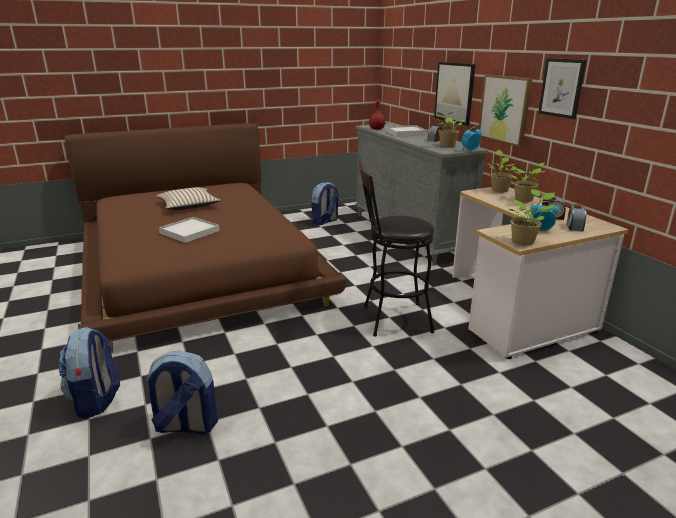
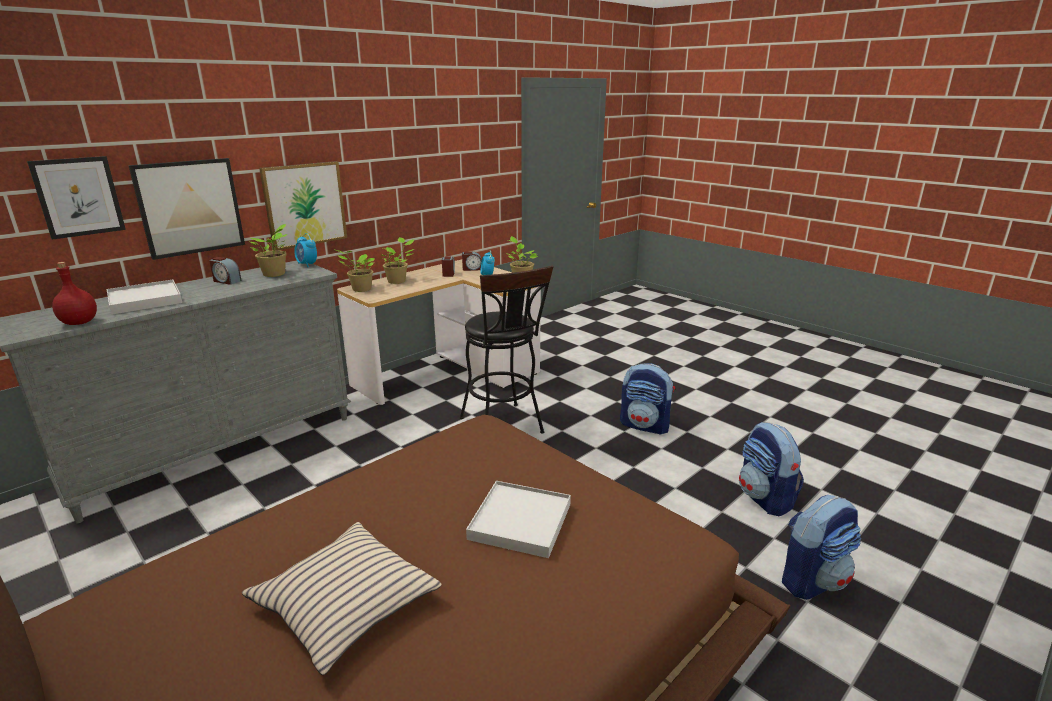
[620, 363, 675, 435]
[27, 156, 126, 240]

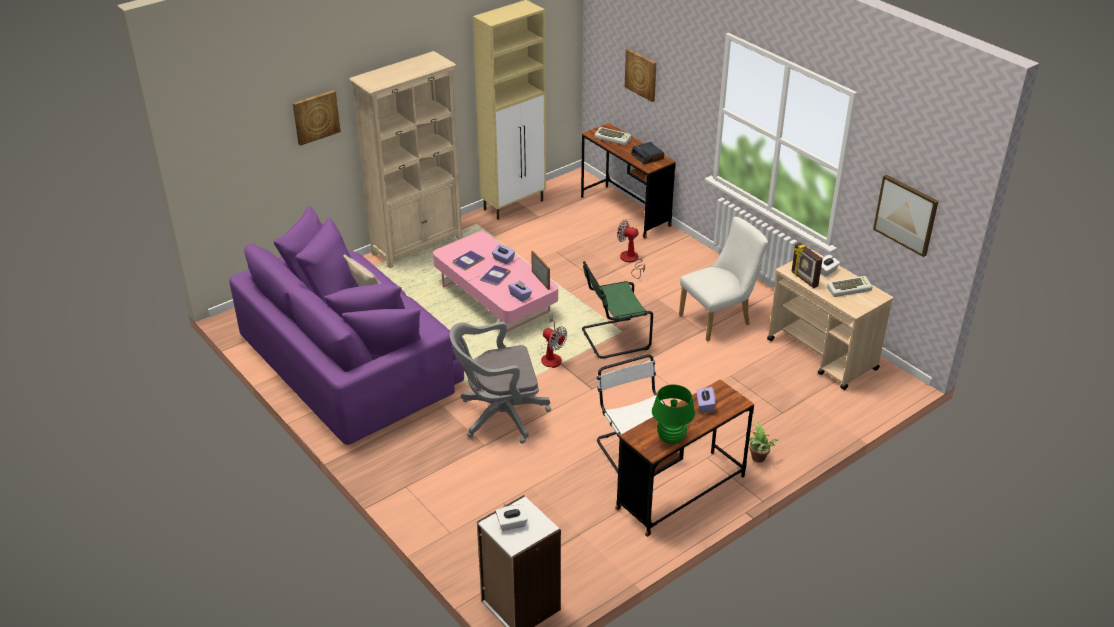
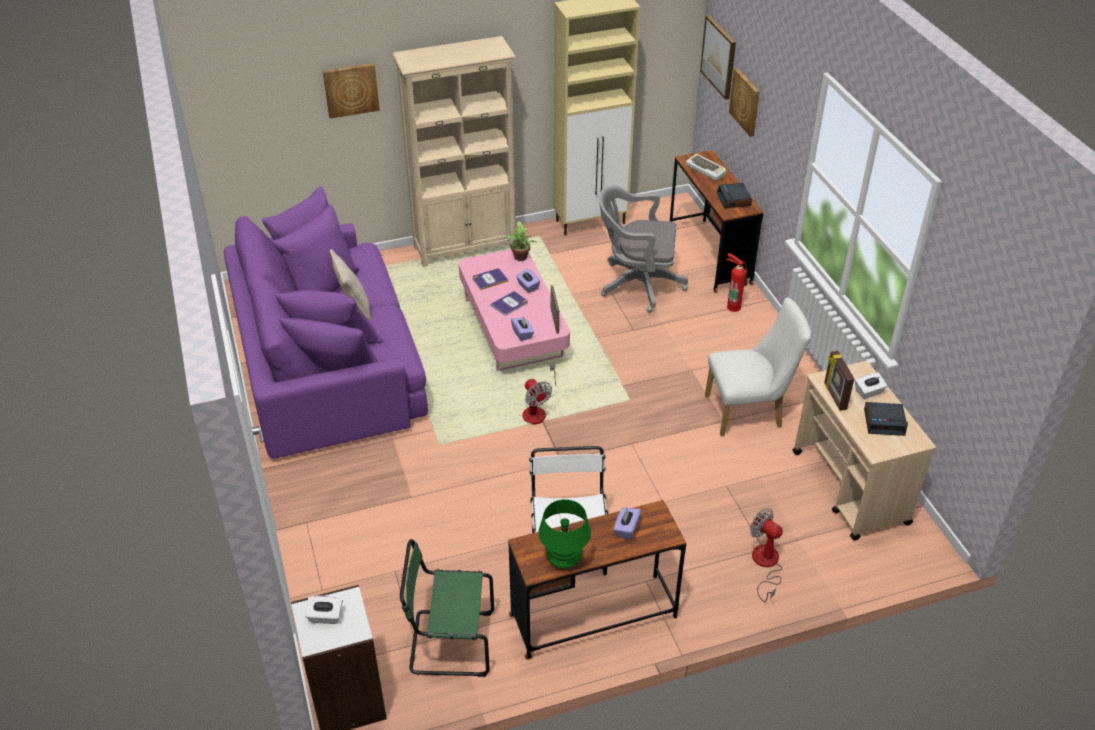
[599, 186, 688, 313]
[400, 539, 494, 677]
[750, 508, 783, 602]
[505, 221, 537, 261]
[864, 402, 908, 436]
[700, 15, 736, 100]
[726, 253, 747, 312]

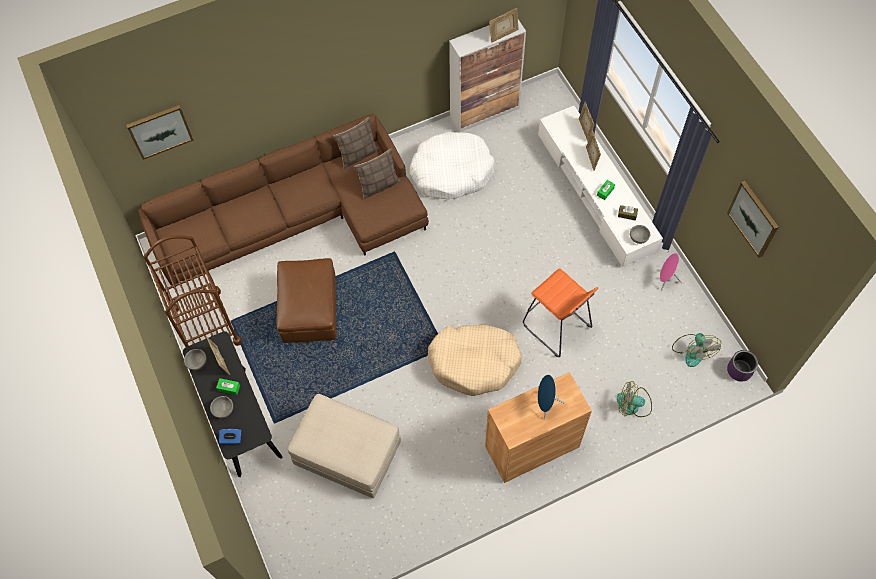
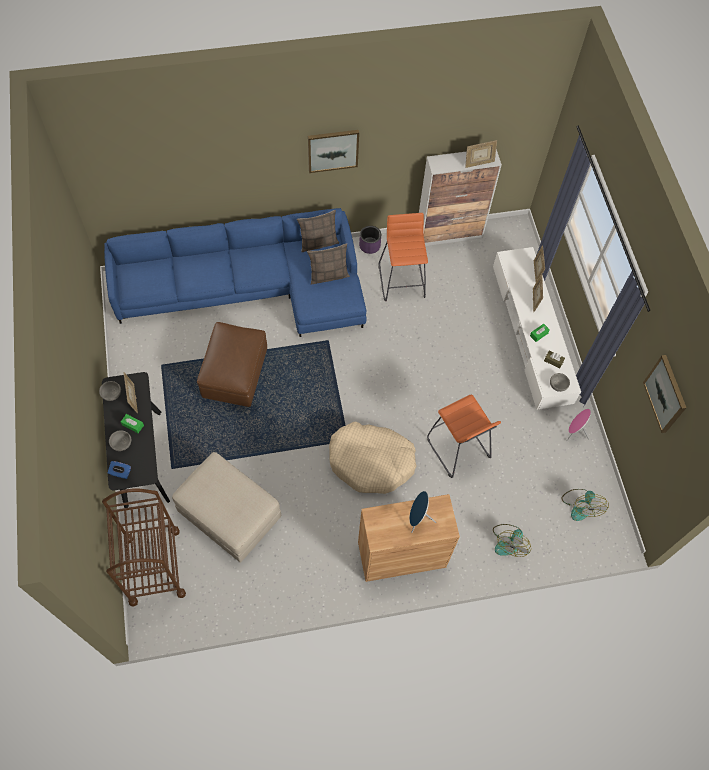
[308, 130, 359, 173]
[104, 208, 367, 337]
[102, 489, 186, 607]
[378, 213, 428, 301]
[493, 524, 531, 557]
[359, 226, 381, 254]

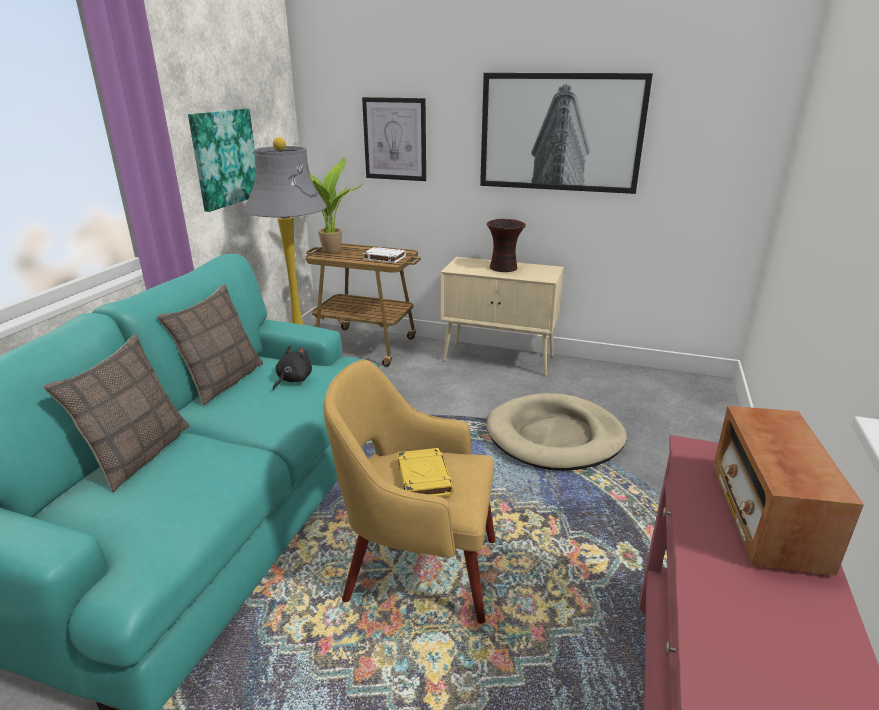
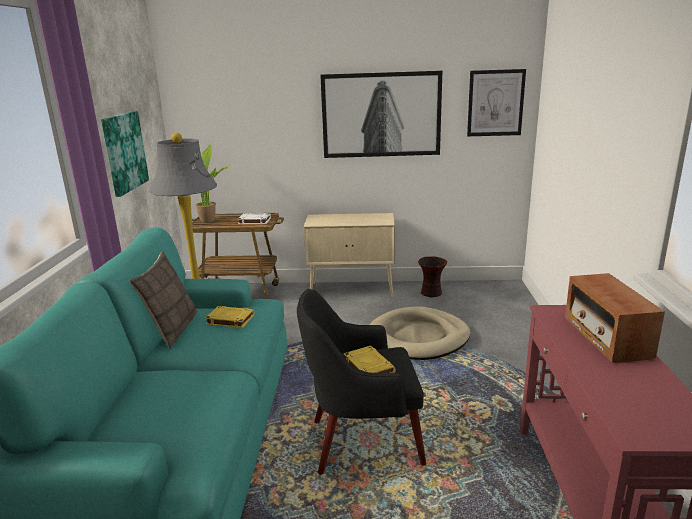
[44, 334, 189, 492] (first image)
[205, 306, 254, 328]
[297, 289, 426, 475]
[467, 69, 526, 136]
[418, 256, 447, 297]

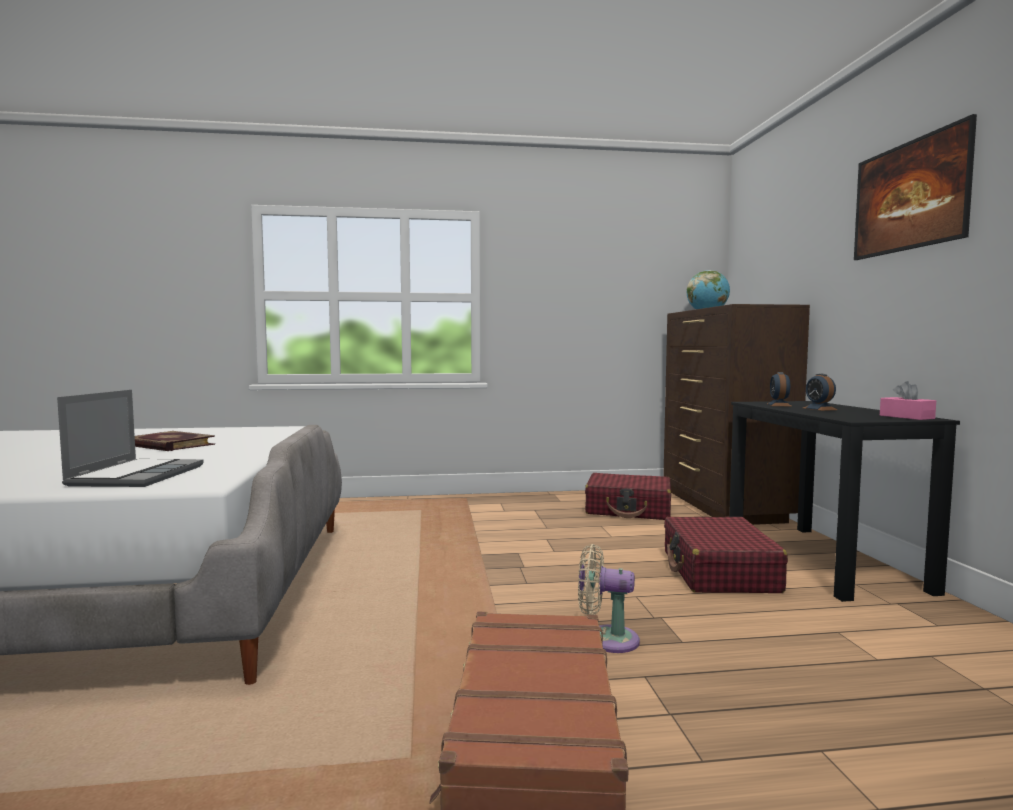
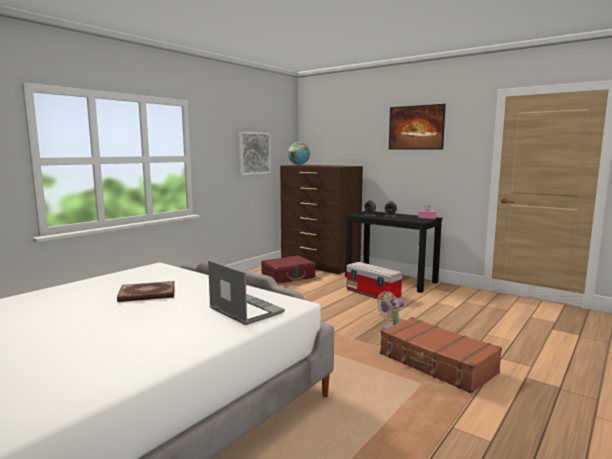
[347, 262, 403, 300]
[239, 132, 271, 175]

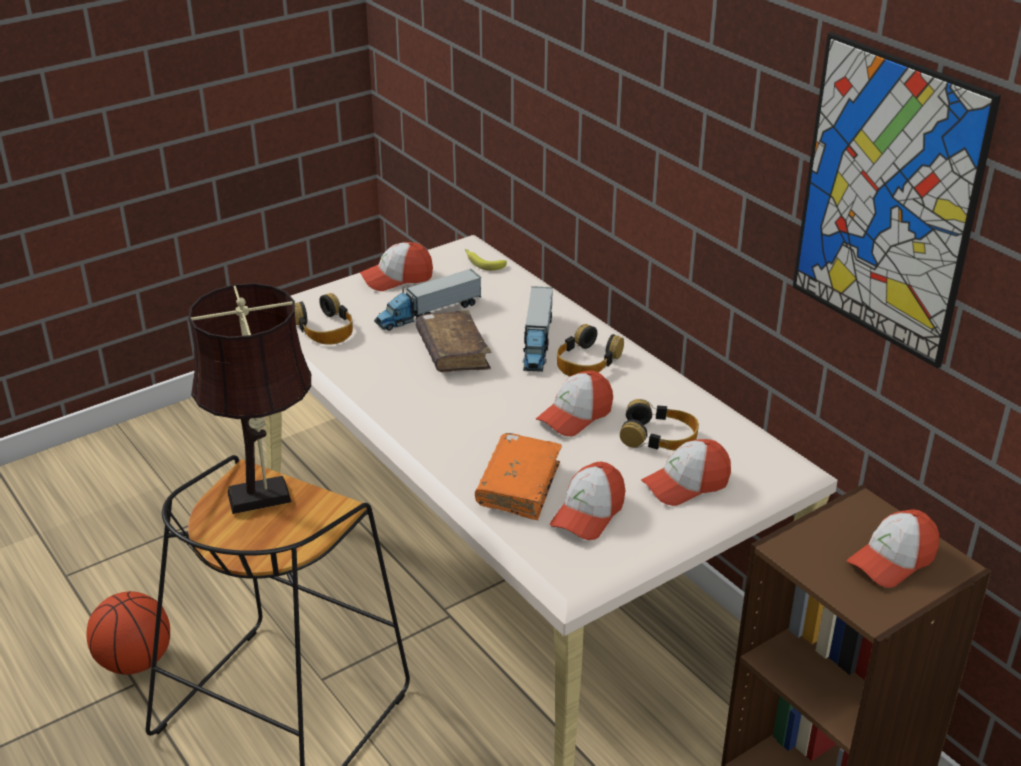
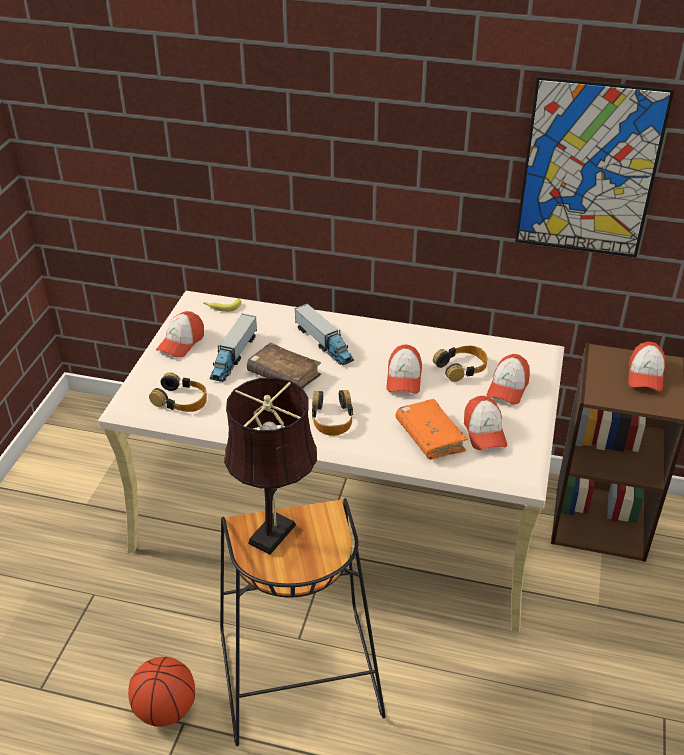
[312, 390, 354, 436]

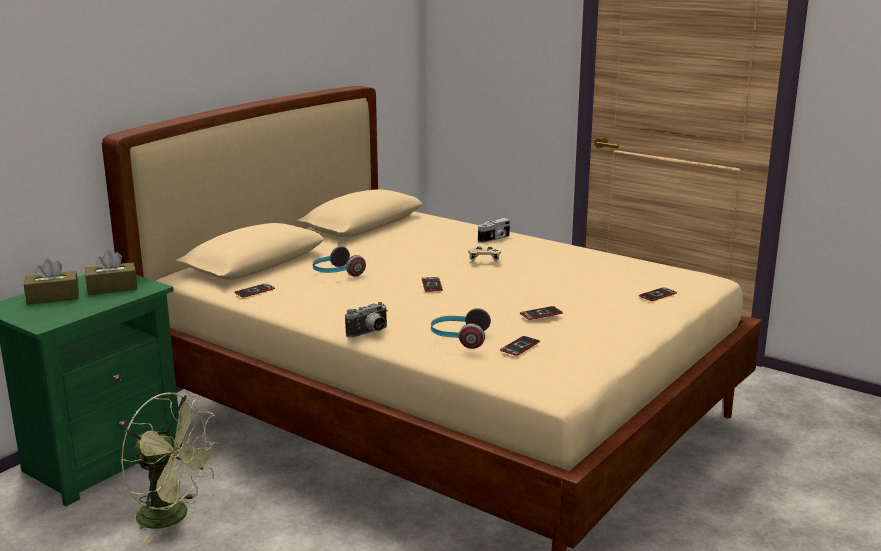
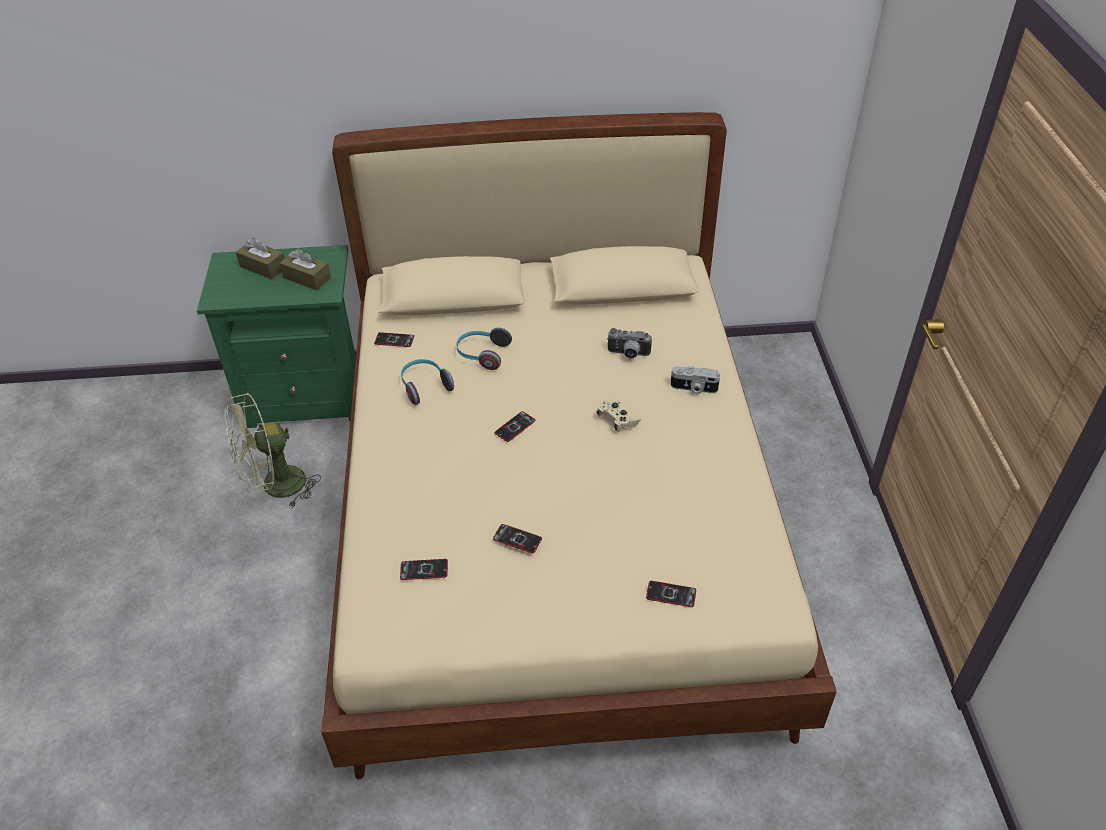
[225, 393, 321, 509]
[607, 328, 652, 359]
[401, 359, 454, 405]

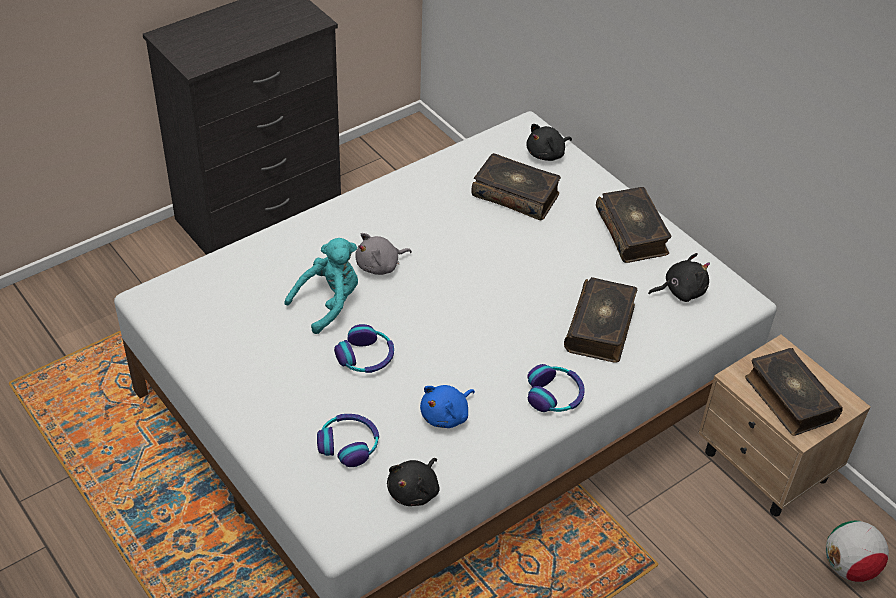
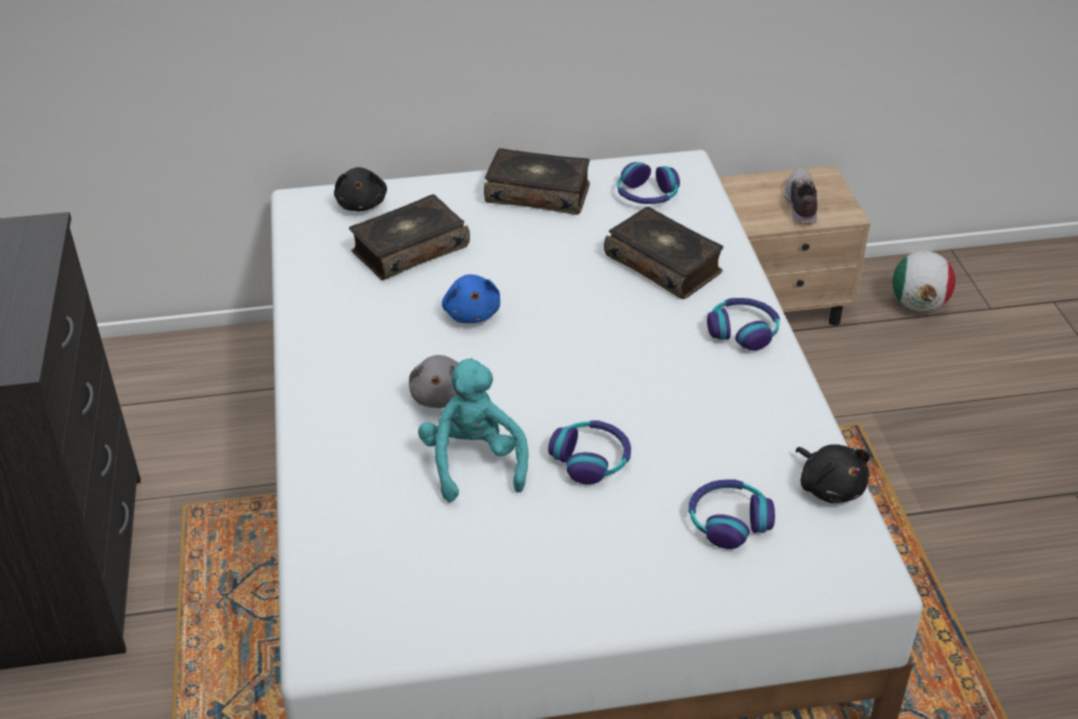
[442, 274, 500, 323]
[617, 162, 680, 204]
[784, 168, 817, 224]

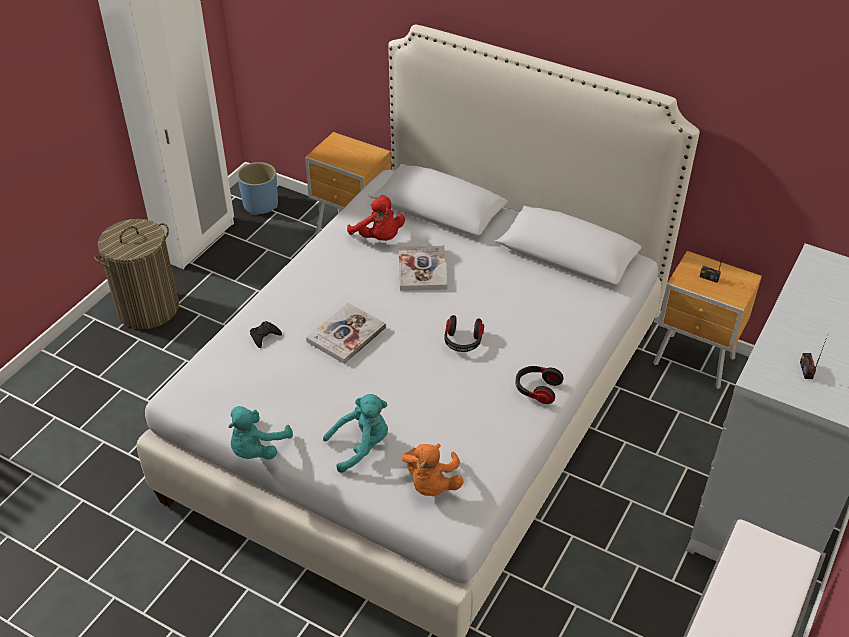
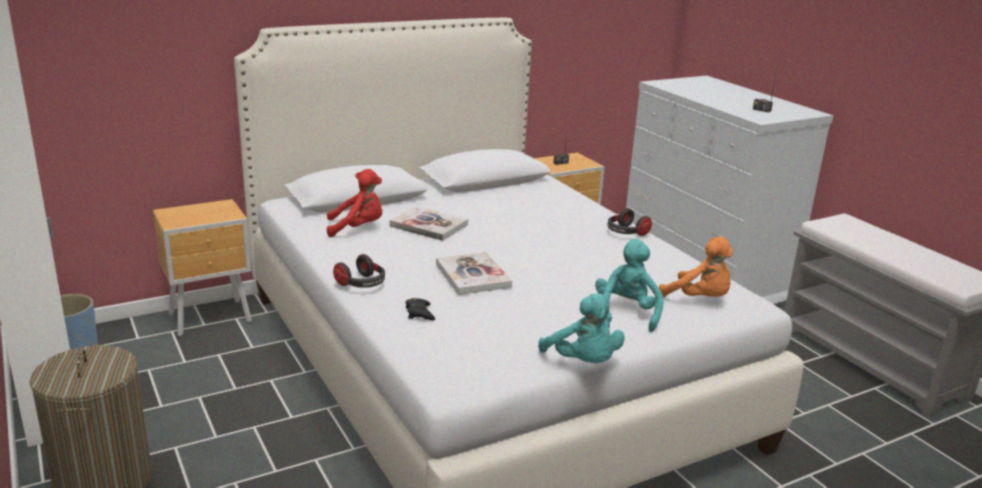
[333, 254, 385, 288]

